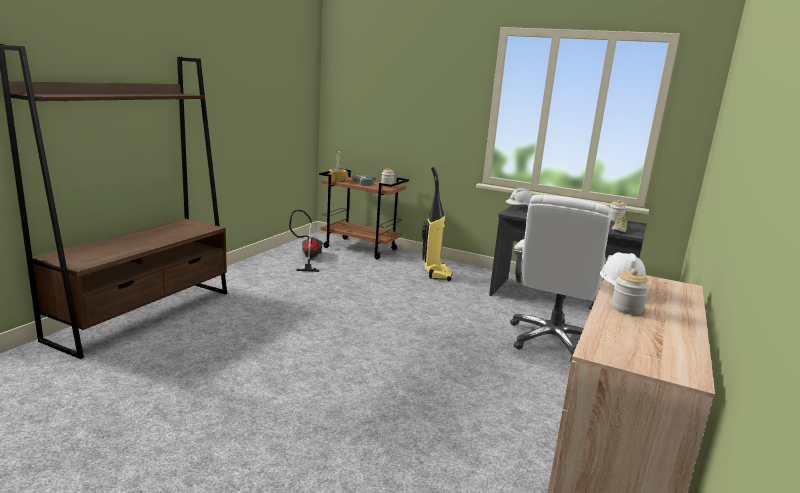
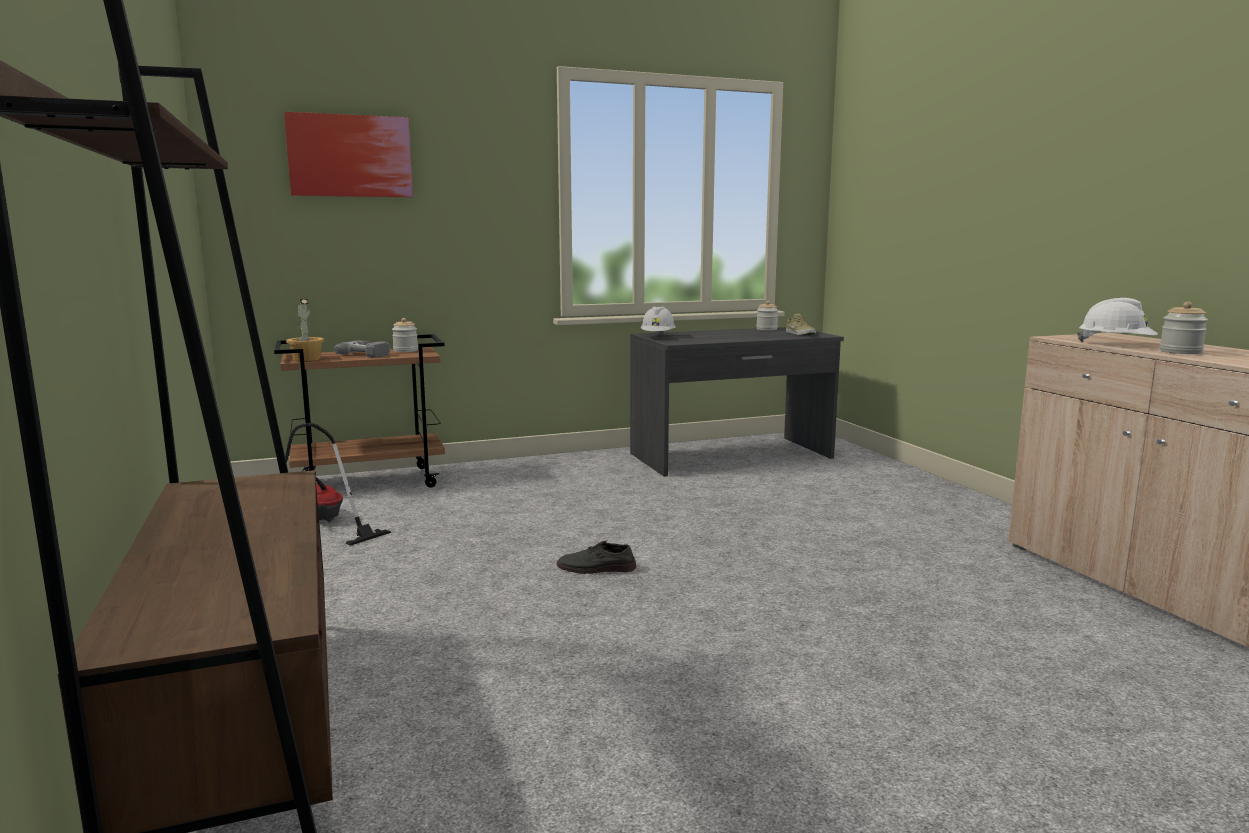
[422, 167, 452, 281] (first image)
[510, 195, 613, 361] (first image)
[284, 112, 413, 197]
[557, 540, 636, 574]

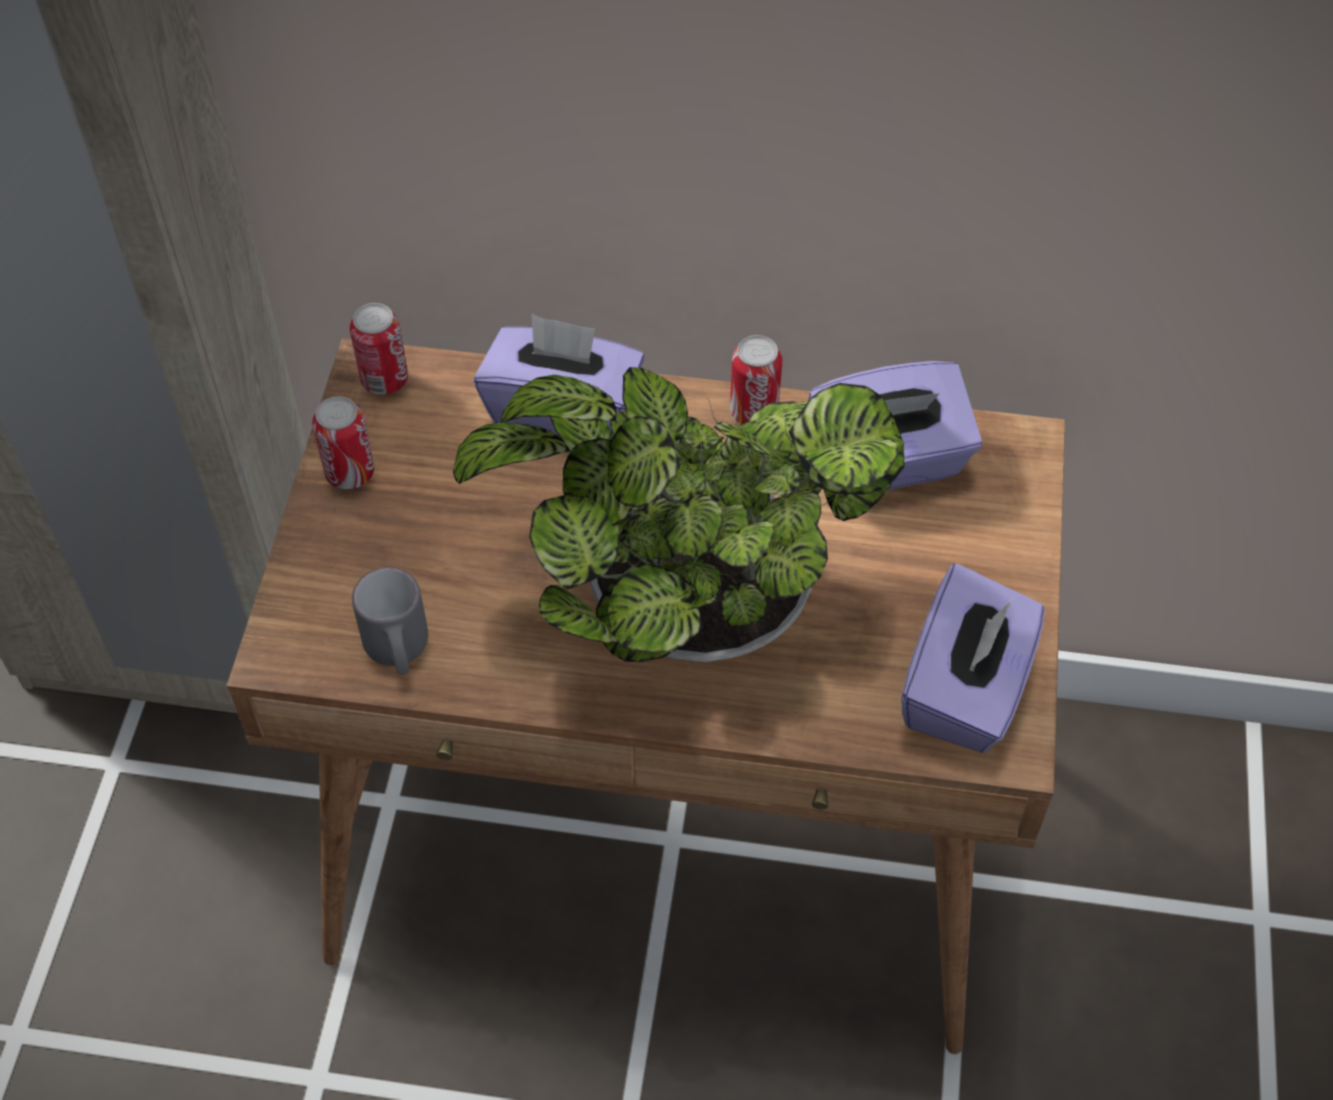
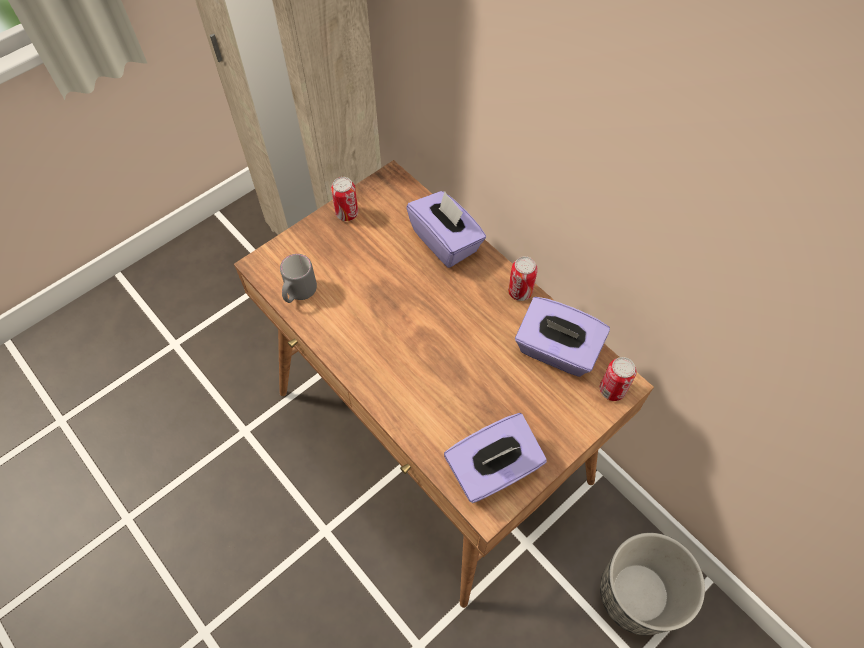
[600, 357, 636, 401]
[453, 367, 904, 662] (first image)
[600, 533, 705, 635]

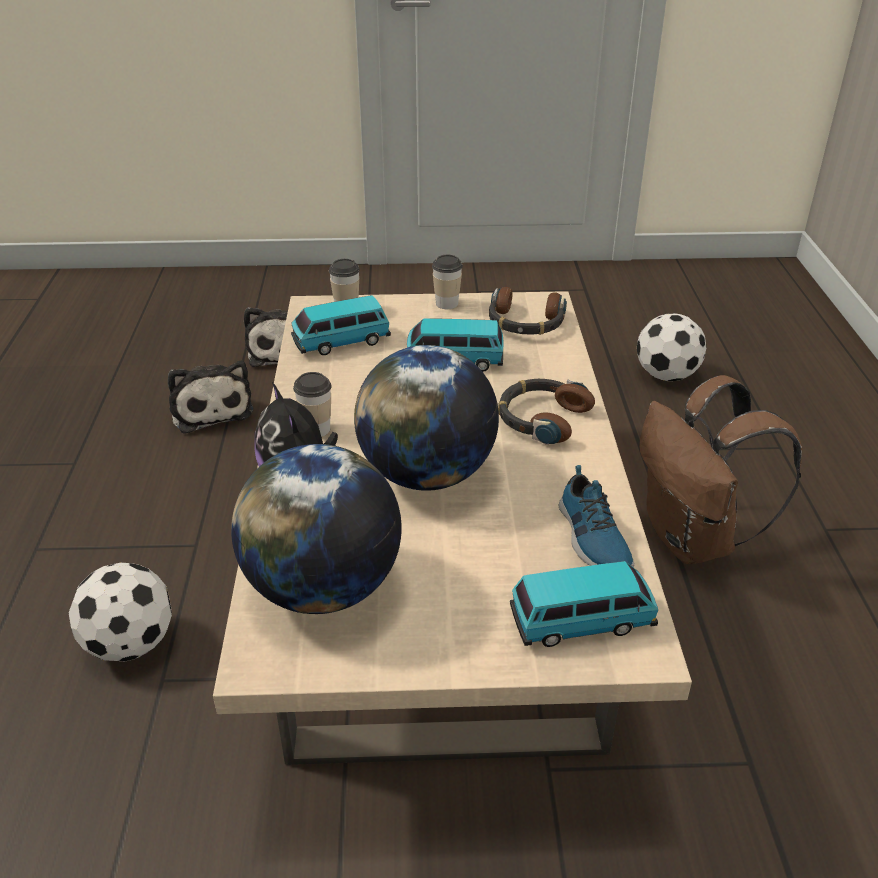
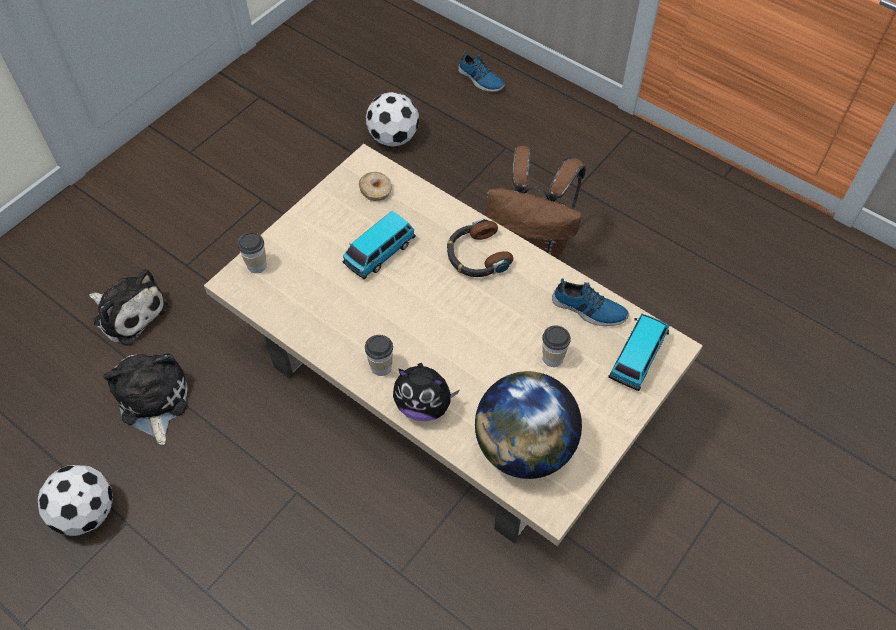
[38, 465, 113, 535]
[103, 353, 188, 445]
[291, 295, 391, 355] (first image)
[354, 345, 499, 491] (first image)
[542, 325, 571, 367]
[359, 172, 392, 201]
[458, 50, 505, 92]

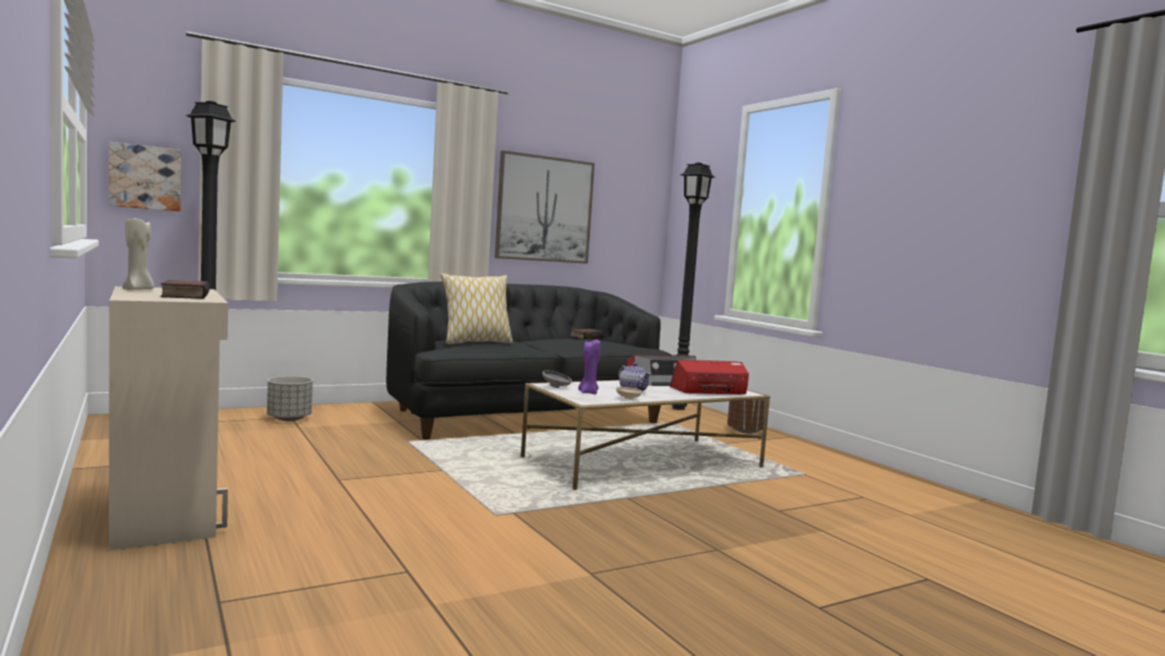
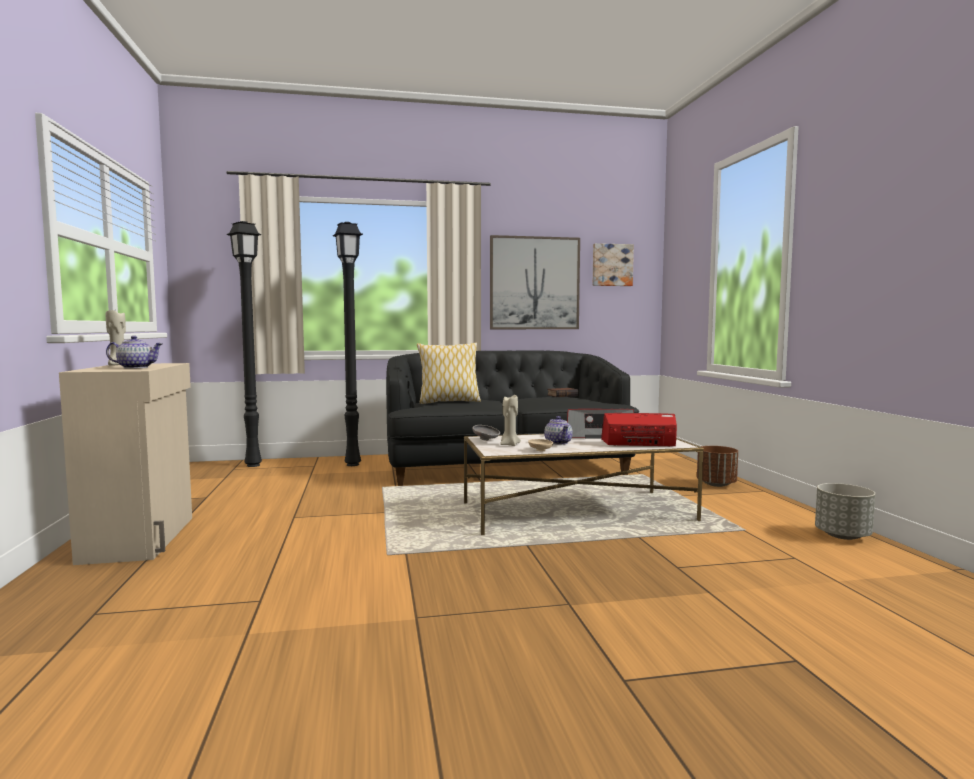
[593, 243, 634, 286]
[106, 336, 163, 368]
[815, 483, 875, 540]
[500, 395, 521, 446]
[333, 222, 363, 466]

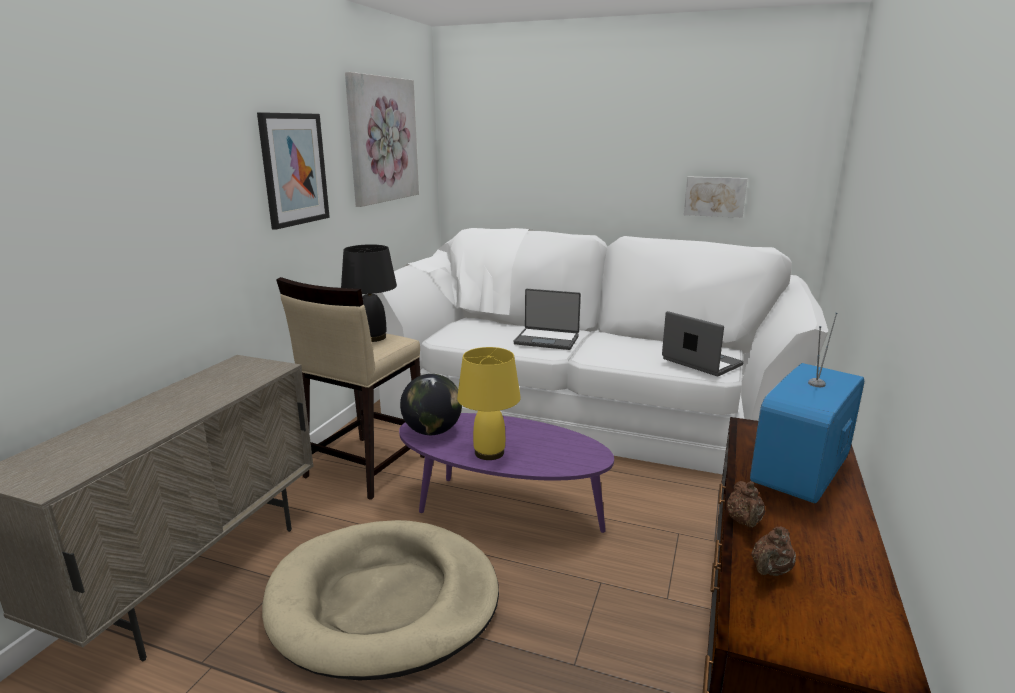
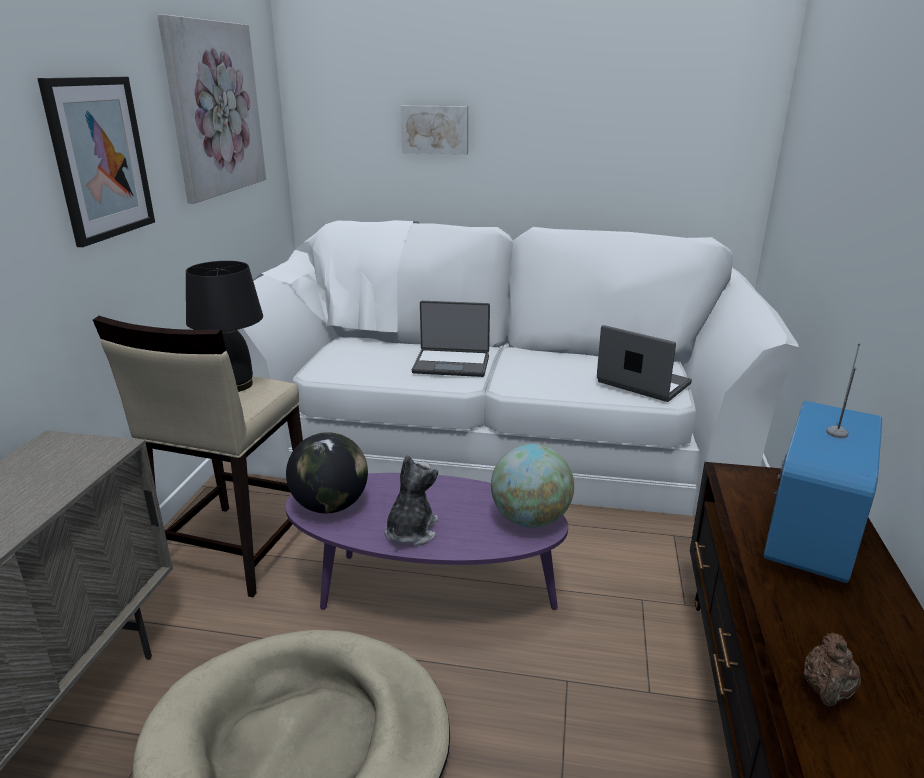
[385, 455, 438, 546]
[401, 106, 468, 154]
[727, 481, 765, 527] (first image)
[491, 444, 574, 528]

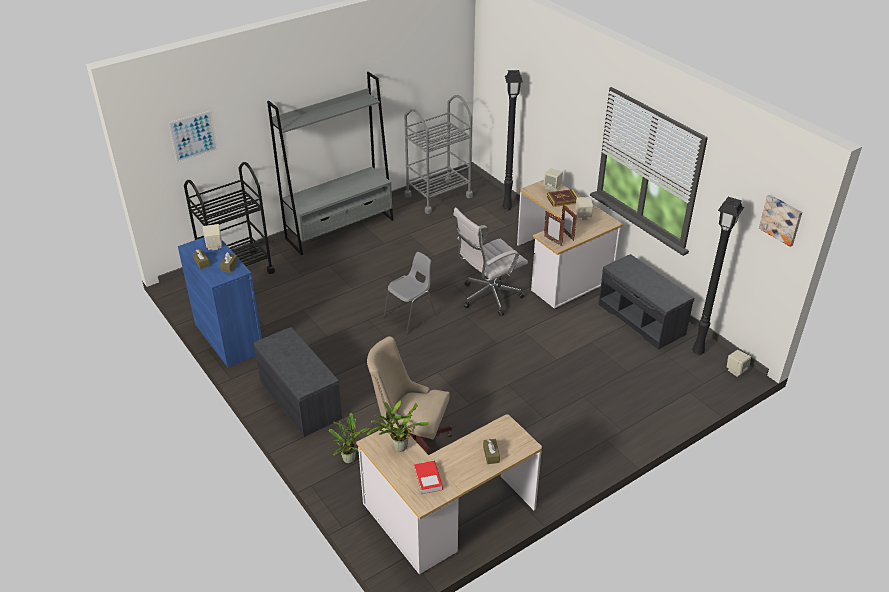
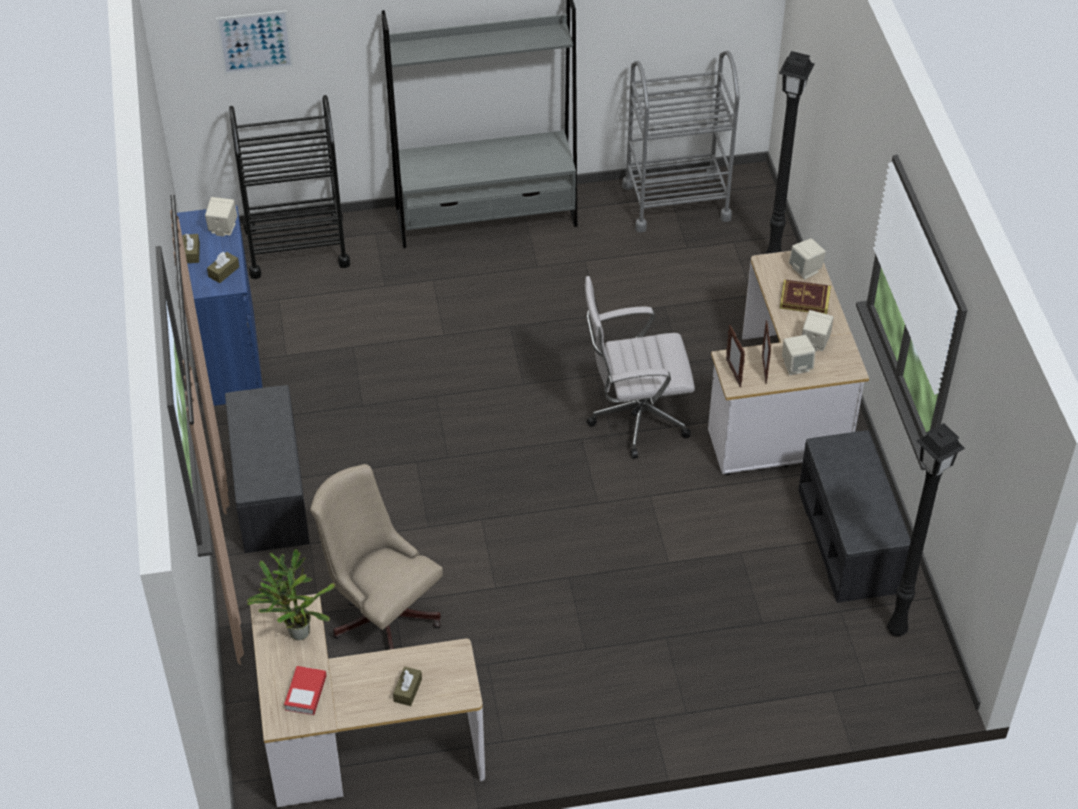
[383, 252, 437, 334] (first image)
[782, 335, 816, 375]
[759, 195, 802, 247] (first image)

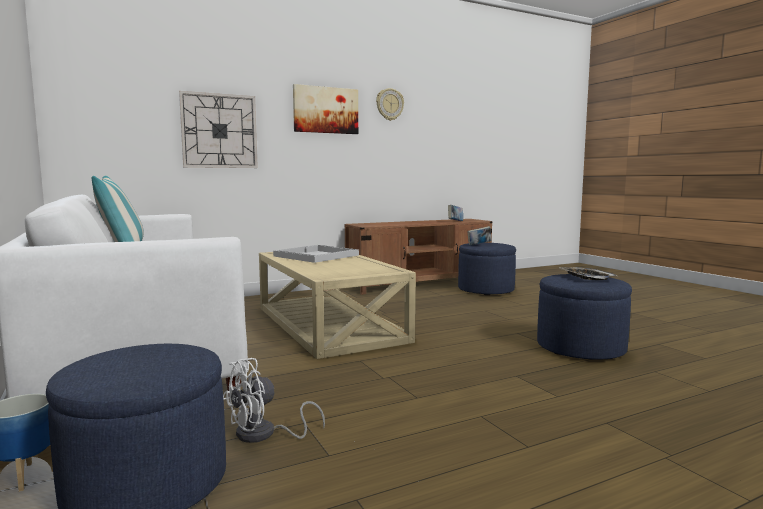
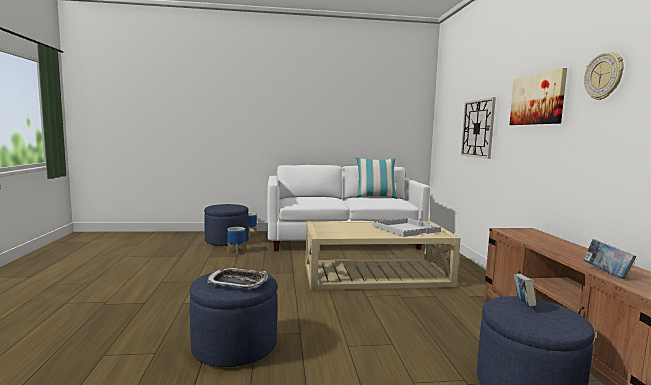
[227, 227, 245, 254]

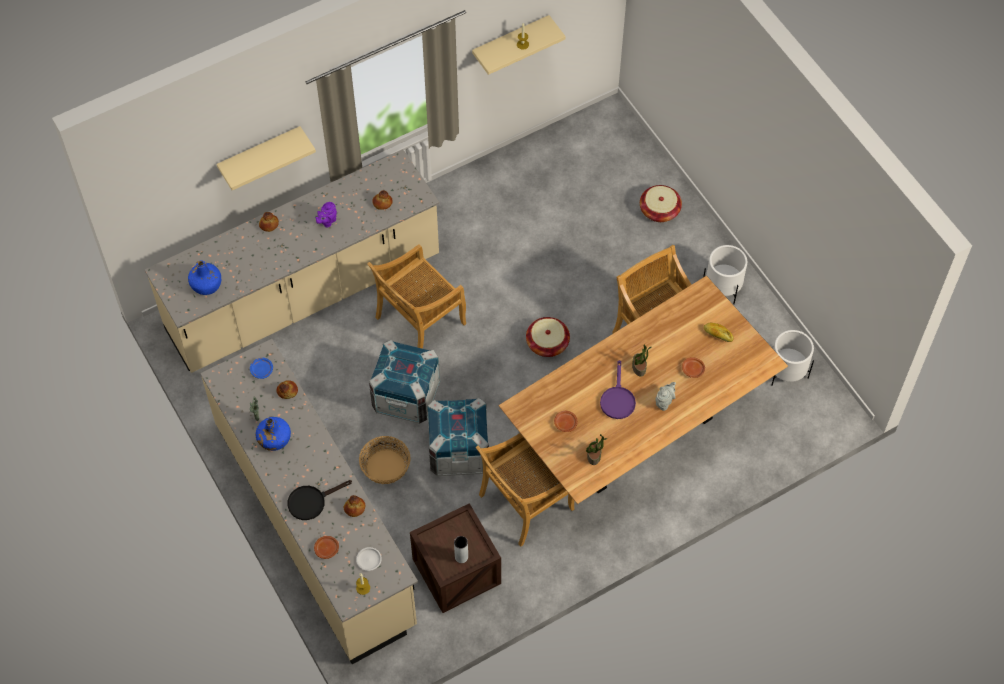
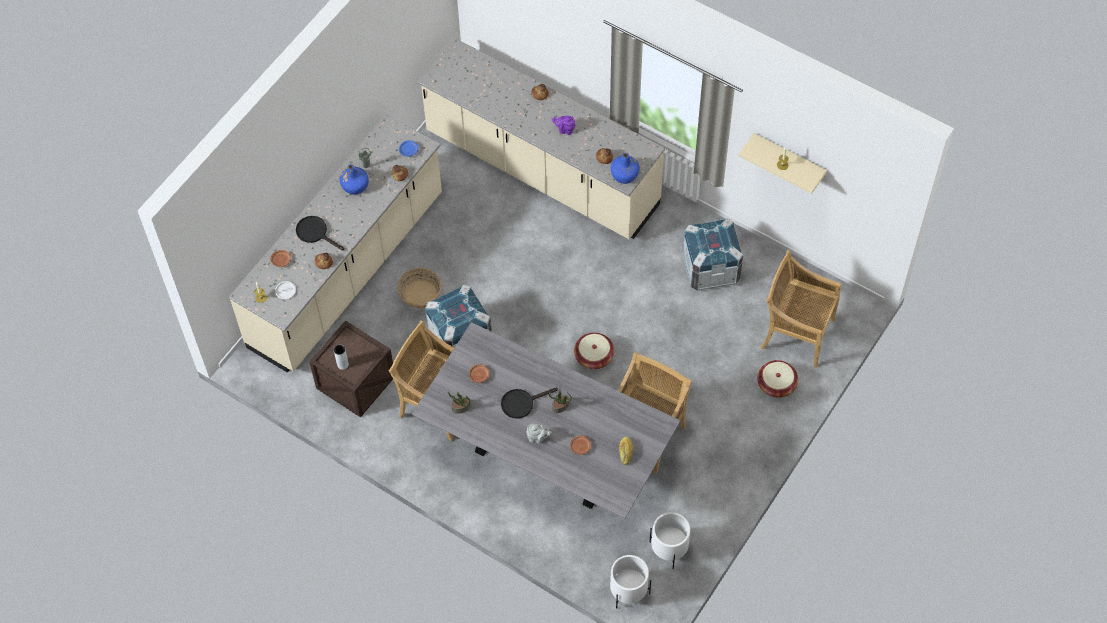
[611, 152, 640, 184]
[217, 126, 316, 190] (first image)
[760, 250, 841, 368]
[682, 218, 743, 291]
[412, 322, 681, 518]
[501, 388, 558, 419]
[610, 555, 651, 608]

